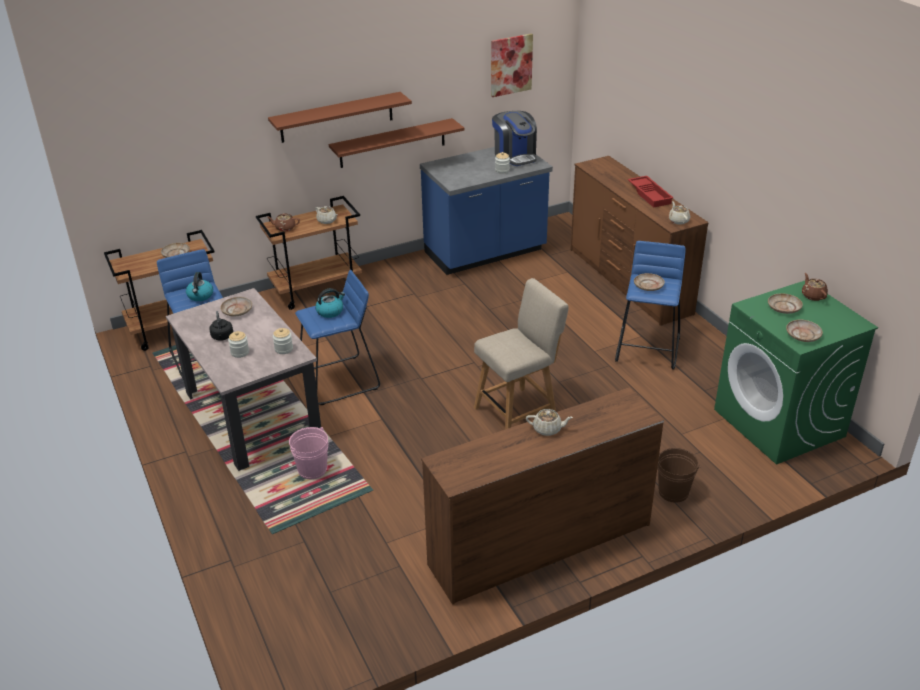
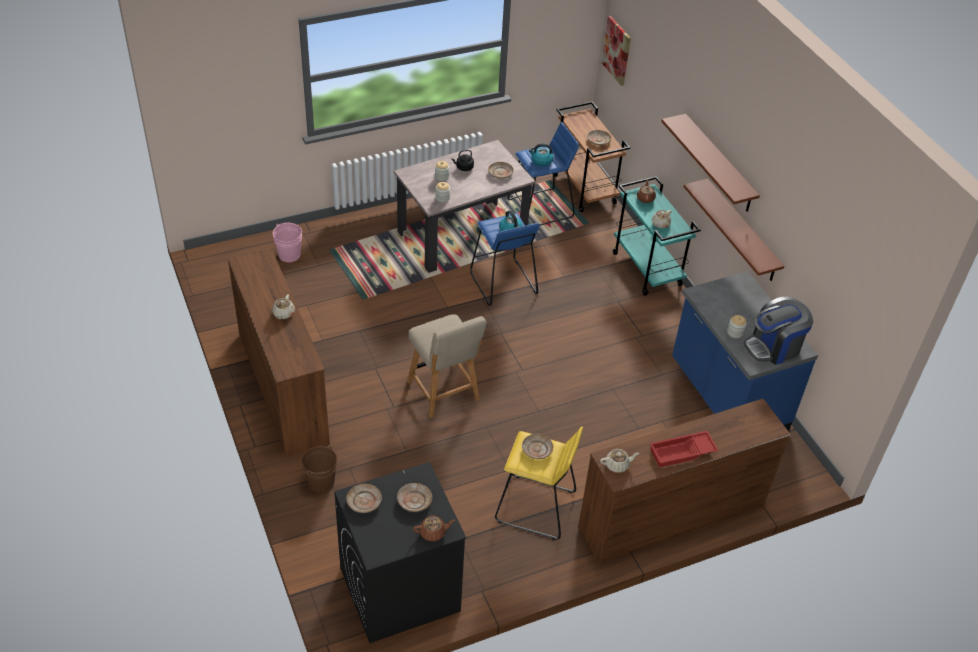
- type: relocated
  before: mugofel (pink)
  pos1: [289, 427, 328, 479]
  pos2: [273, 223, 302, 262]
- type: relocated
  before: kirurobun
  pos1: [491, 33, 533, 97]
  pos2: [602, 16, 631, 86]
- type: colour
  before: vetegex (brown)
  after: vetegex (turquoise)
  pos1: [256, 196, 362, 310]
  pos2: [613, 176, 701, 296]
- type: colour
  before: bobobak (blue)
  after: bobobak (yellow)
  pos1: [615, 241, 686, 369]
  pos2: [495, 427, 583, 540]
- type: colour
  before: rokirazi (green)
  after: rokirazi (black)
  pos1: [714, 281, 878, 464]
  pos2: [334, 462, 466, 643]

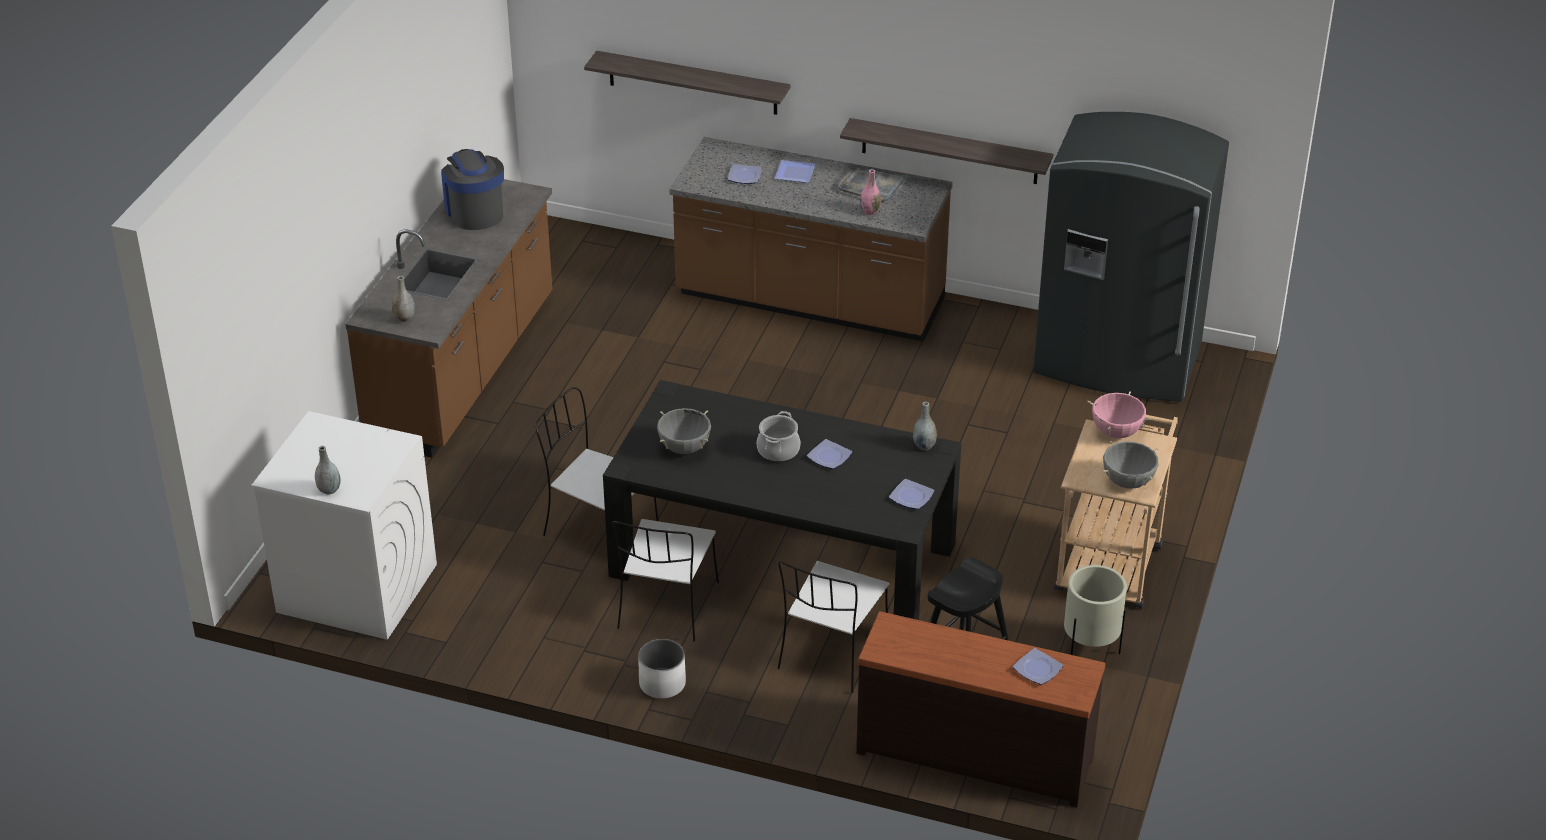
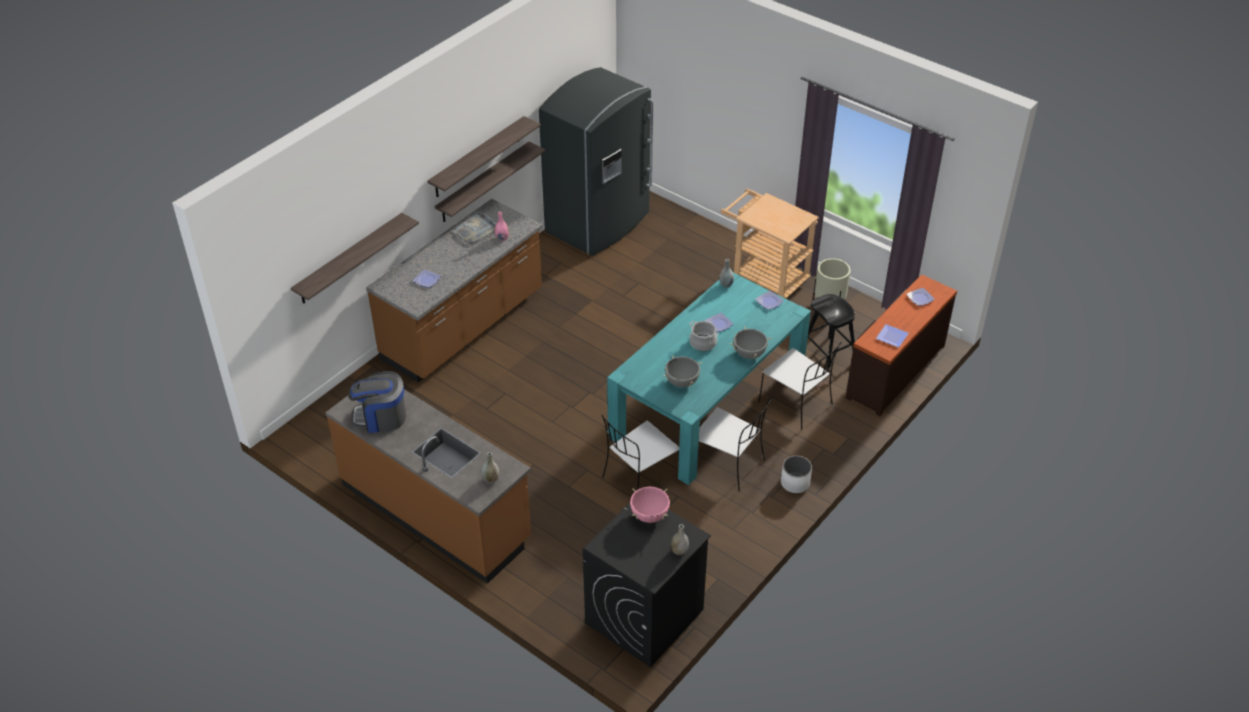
- type: appeared
  after: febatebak
  pos2: [427, 116, 541, 197]
- type: relocated
  before: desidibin
  pos1: [774, 160, 815, 183]
  pos2: [876, 324, 909, 348]
- type: relocated
  before: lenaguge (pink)
  pos1: [1087, 391, 1151, 438]
  pos2: [630, 487, 670, 523]
- type: relocated
  before: lenaguge (grey)
  pos1: [1103, 441, 1158, 489]
  pos2: [730, 327, 771, 359]
- type: colour
  before: rokirazi (white)
  after: rokirazi (black)
  pos1: [251, 411, 437, 640]
  pos2: [583, 503, 711, 667]
- type: colour
  before: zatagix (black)
  after: zatagix (turquoise)
  pos1: [603, 380, 961, 620]
  pos2: [607, 273, 811, 485]

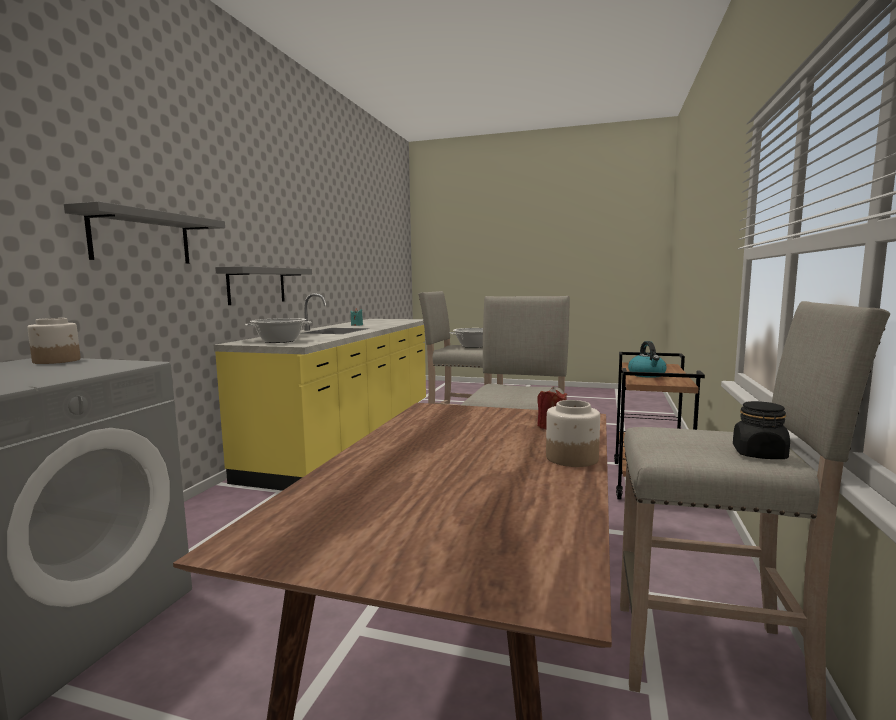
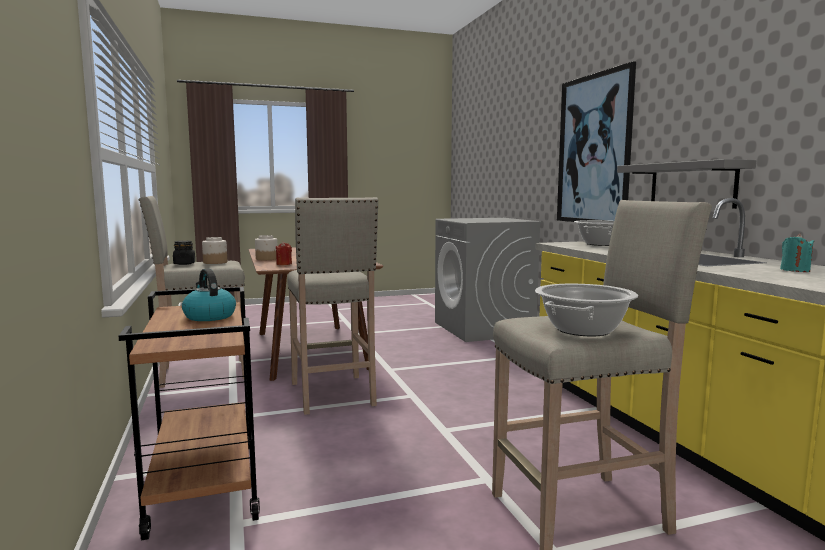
- type: relocated
  before: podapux
  pos1: [27, 318, 81, 364]
  pos2: [202, 237, 227, 264]
- type: exchanged
  before: febatebak (grey)
  after: kirurobun
  pos1: [64, 201, 225, 264]
  pos2: [557, 61, 636, 222]

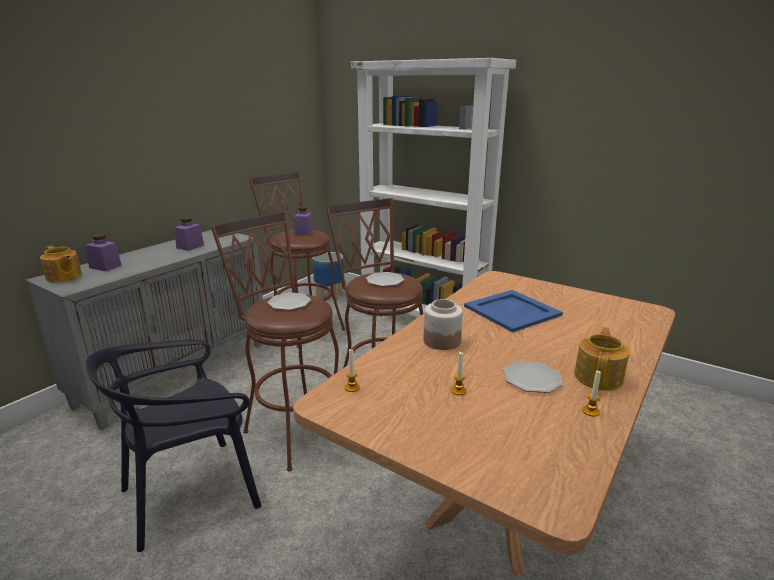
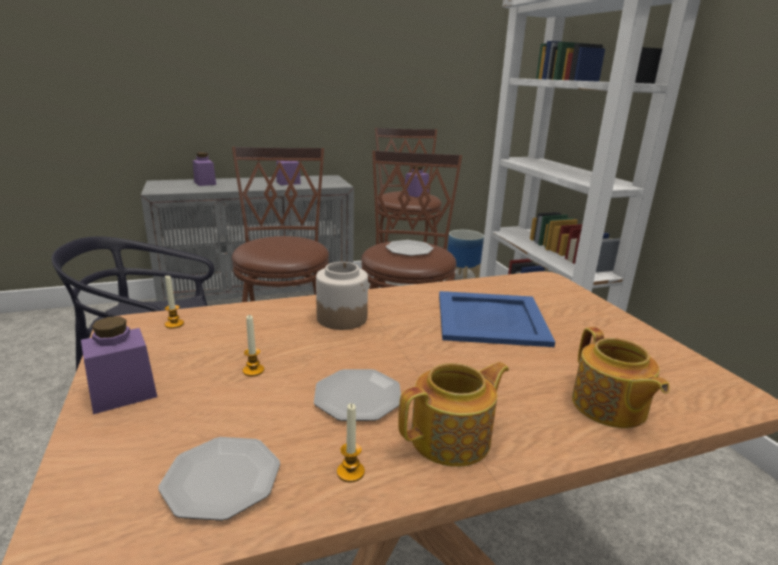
- type: appeared
  after: podapux (purple)
  pos2: [81, 316, 157, 414]
- type: relocated
  before: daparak
  pos1: [40, 245, 82, 283]
  pos2: [572, 327, 670, 428]
- type: relocated
  before: desidibin
  pos1: [267, 292, 311, 310]
  pos2: [158, 437, 280, 521]

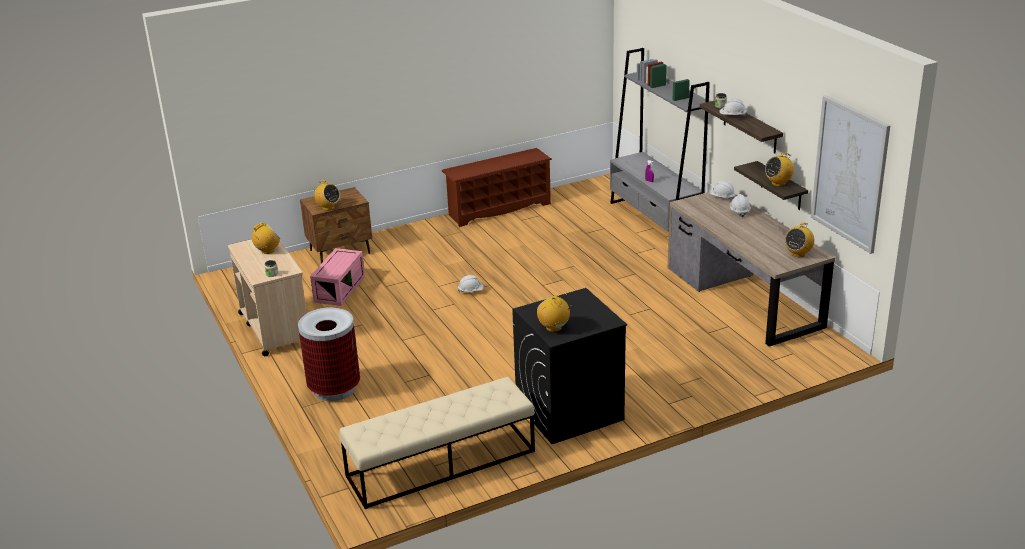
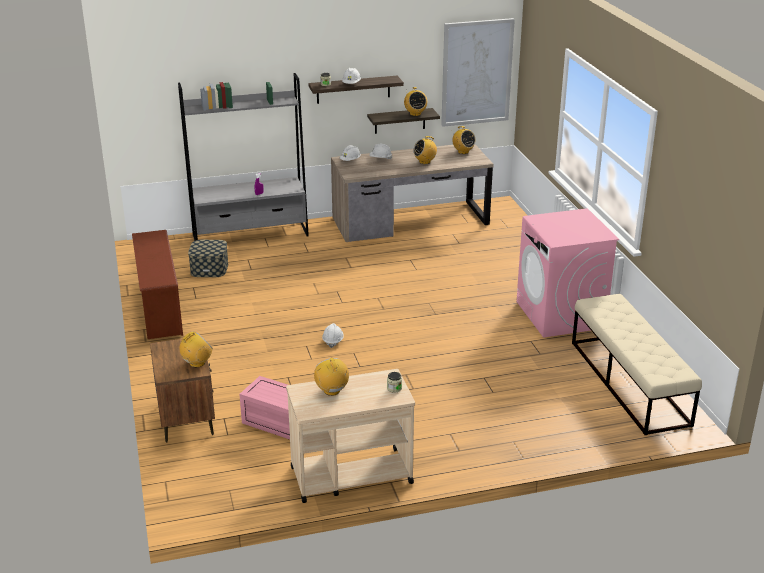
- type: missing
  before: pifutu
  pos1: [298, 307, 360, 401]
- type: appeared
  after: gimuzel
  pos2: [188, 240, 228, 277]
- type: relocated
  before: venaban
  pos1: [537, 295, 570, 332]
  pos2: [413, 136, 437, 164]
- type: colour
  before: rokirazi (black)
  after: rokirazi (pink)
  pos1: [512, 288, 627, 444]
  pos2: [516, 208, 619, 337]

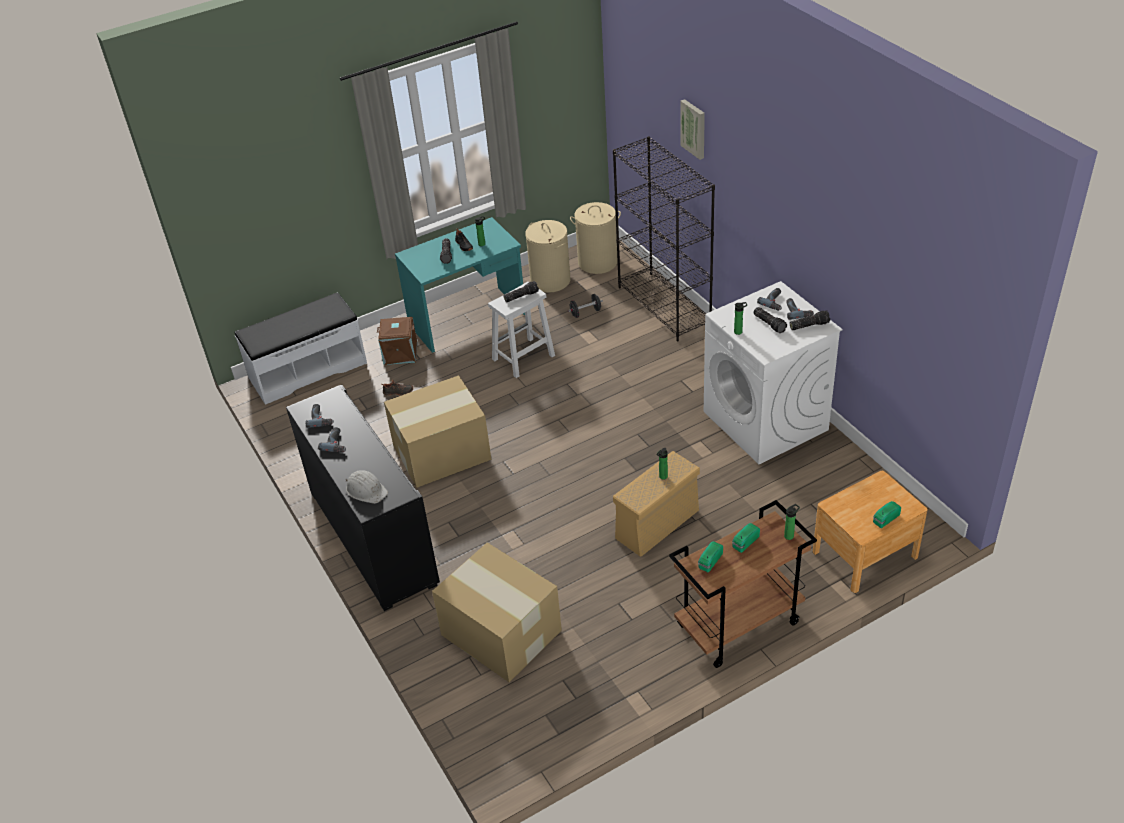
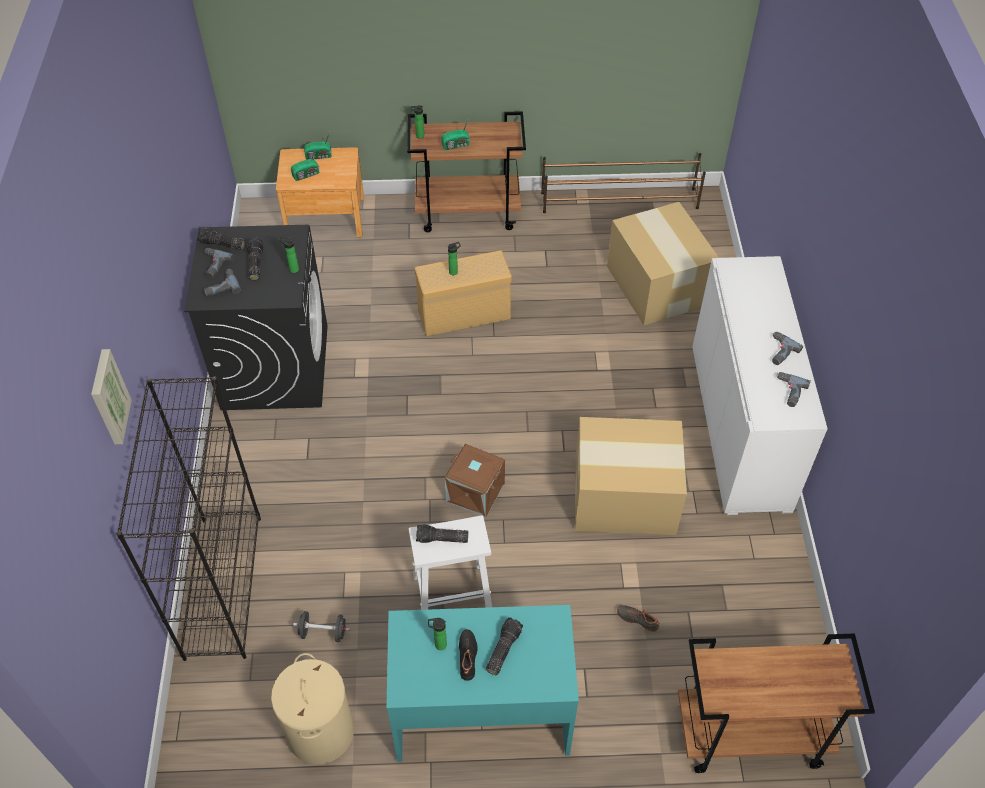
- type: missing
  before: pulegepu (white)
  pos1: [346, 470, 388, 504]
- type: missing
  before: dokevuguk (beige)
  pos1: [570, 202, 621, 274]
- type: appeared
  after: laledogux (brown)
  pos2: [541, 153, 706, 213]
- type: relocated
  before: gimuzel (brown)
  pos1: [377, 317, 417, 365]
  pos2: [445, 444, 505, 518]
- type: relocated
  before: venaban
  pos1: [698, 541, 723, 573]
  pos2: [291, 148, 319, 181]
- type: exchanged
  before: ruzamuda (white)
  after: vetegex (brown)
  pos1: [234, 292, 367, 405]
  pos2: [678, 633, 875, 773]
- type: colour
  before: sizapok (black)
  after: sizapok (white)
  pos1: [286, 385, 440, 611]
  pos2: [692, 256, 828, 515]
- type: colour
  before: rokirazi (white)
  after: rokirazi (black)
  pos1: [704, 281, 843, 464]
  pos2: [184, 225, 328, 410]

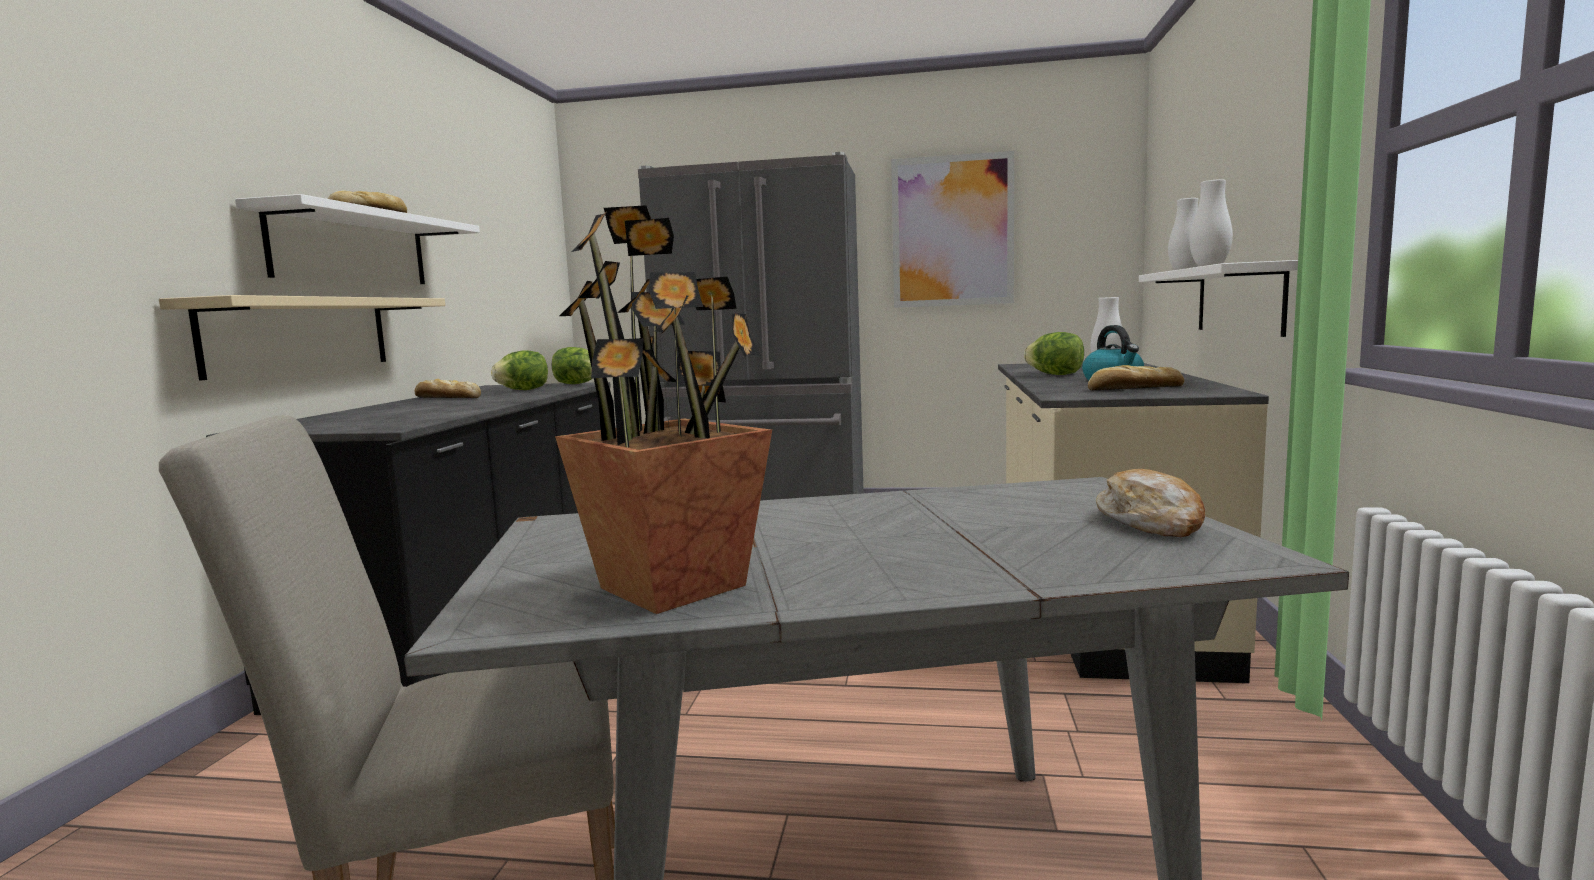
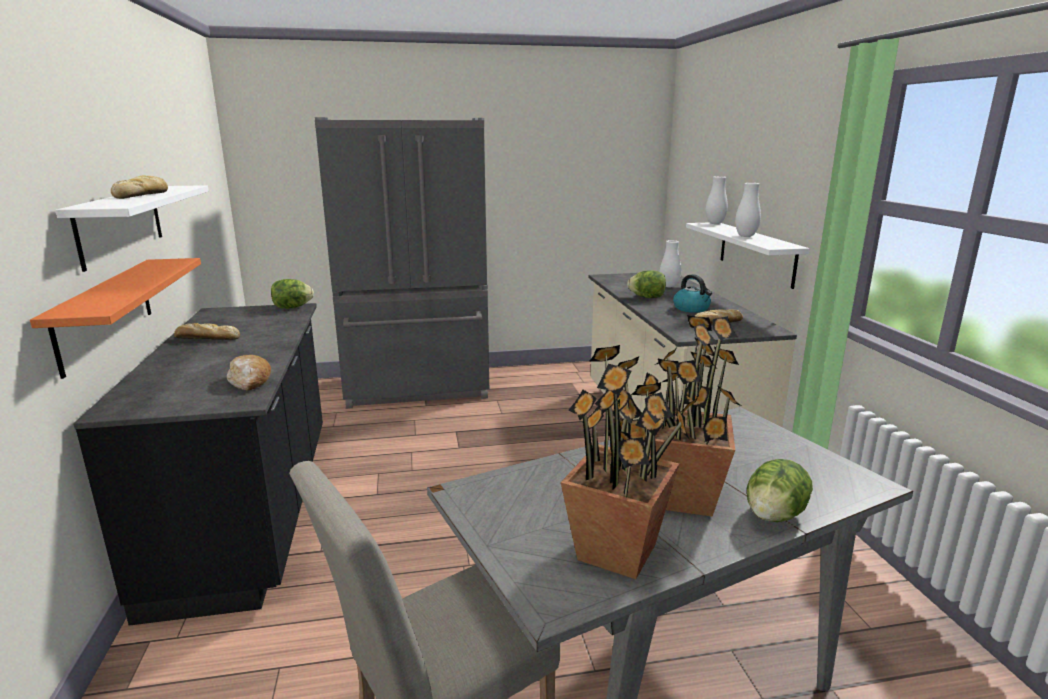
- type: missing
  before: kirurobun
  pos1: [891, 151, 1014, 308]
- type: appeared
  after: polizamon
  pos2: [643, 315, 741, 517]
- type: relocated
  before: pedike
  pos1: [491, 350, 548, 390]
  pos2: [747, 459, 813, 522]
- type: relocated
  before: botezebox
  pos1: [1096, 469, 1205, 537]
  pos2: [227, 355, 271, 391]
- type: colour
  before: febatebak (beige)
  after: febatebak (orange)
  pos1: [159, 295, 445, 381]
  pos2: [30, 258, 201, 379]

